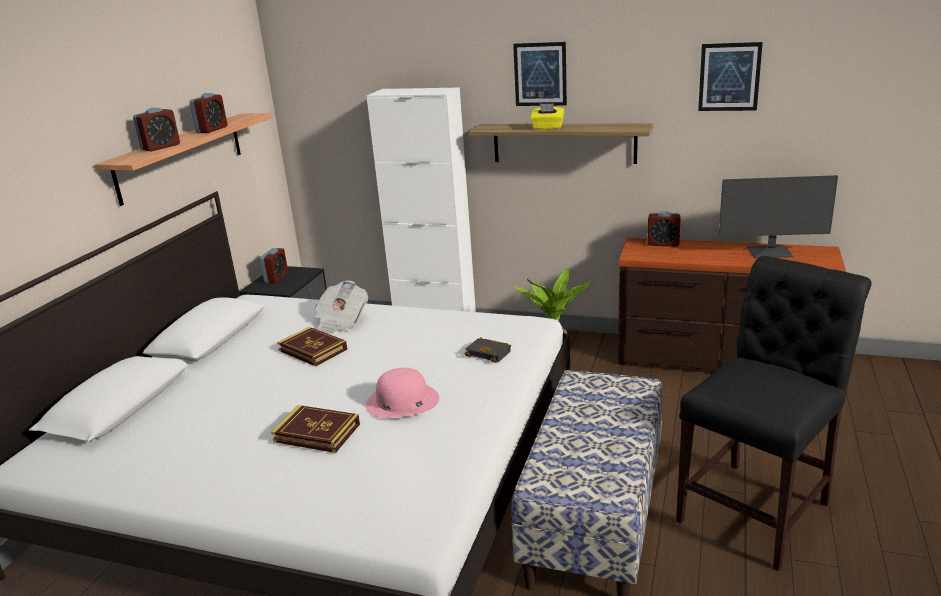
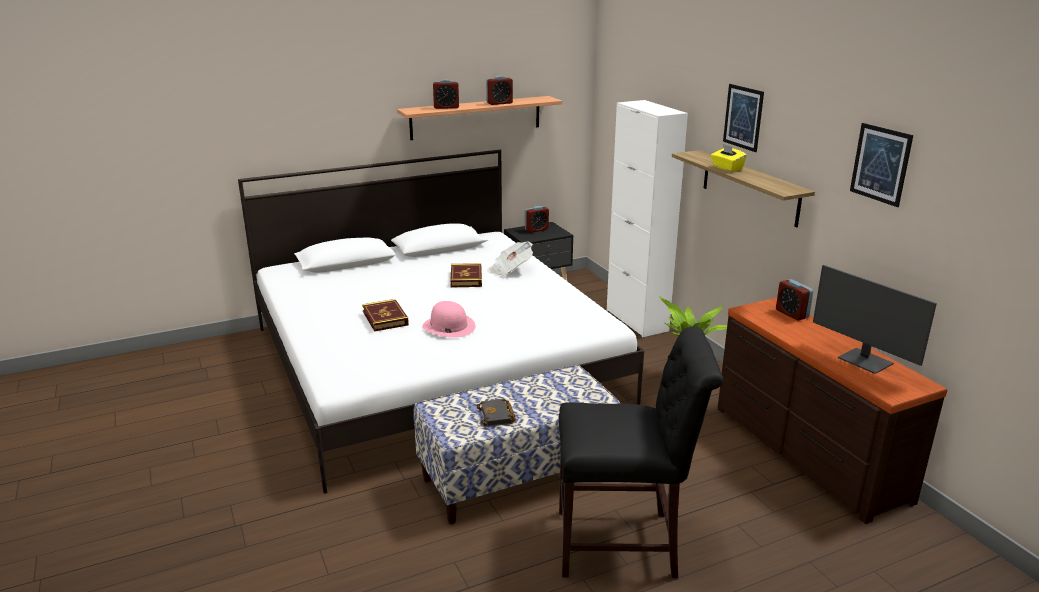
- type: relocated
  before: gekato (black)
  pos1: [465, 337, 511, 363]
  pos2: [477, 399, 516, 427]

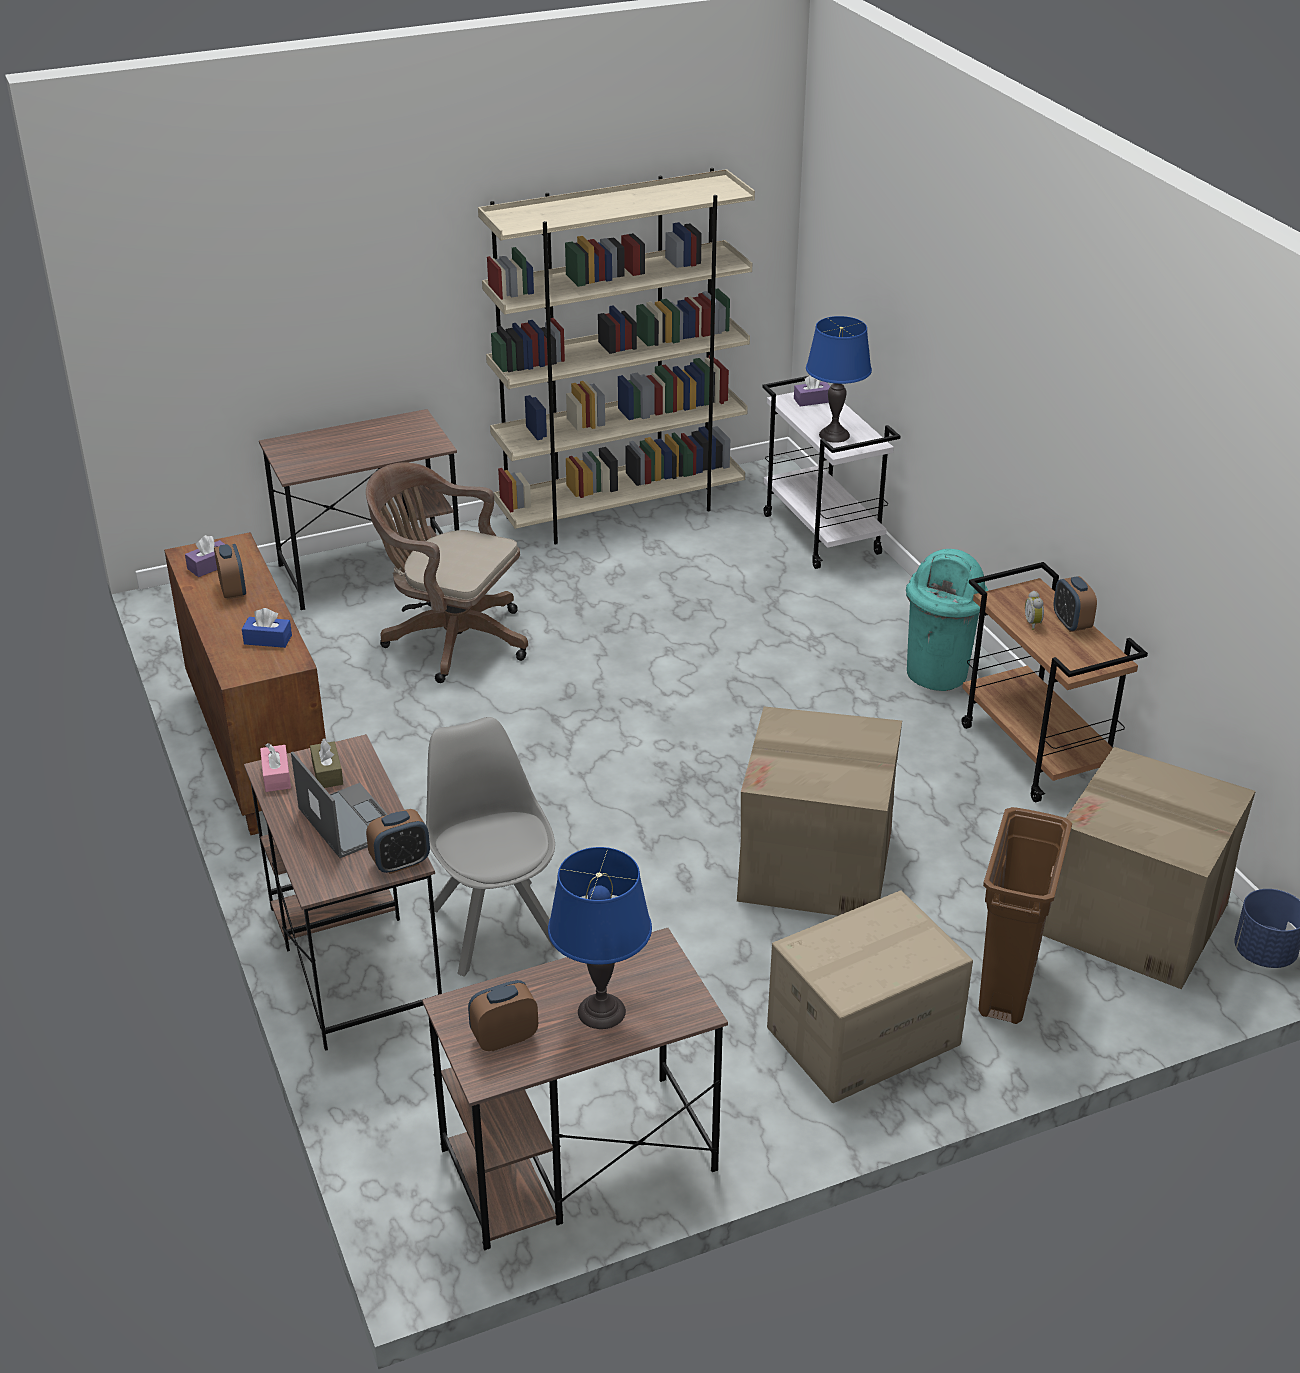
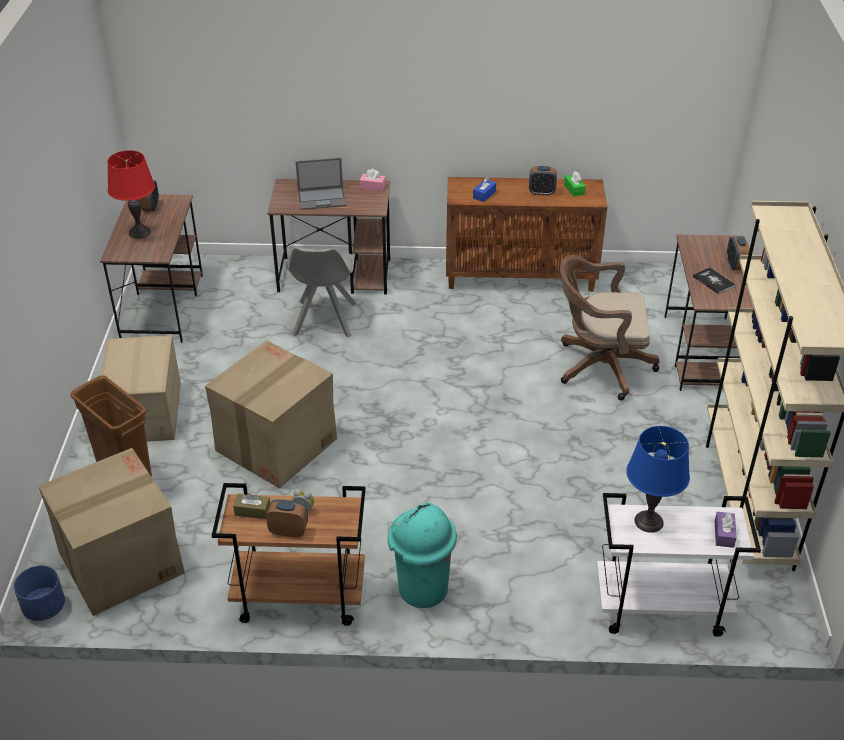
- type: appeared
  after: gekato
  pos2: [693, 267, 736, 294]
- type: relocated
  before: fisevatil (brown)
  pos1: [310, 738, 343, 788]
  pos2: [233, 493, 270, 519]
- type: relocated
  before: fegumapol
  pos1: [366, 809, 430, 874]
  pos2: [727, 236, 750, 270]
- type: colour
  before: fisevatil (purple)
  after: fisevatil (green)
  pos1: [185, 535, 225, 577]
  pos2: [564, 171, 586, 197]
- type: colour
  before: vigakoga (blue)
  after: vigakoga (red)
  pos1: [548, 847, 652, 1029]
  pos2: [107, 150, 155, 238]
- type: spun
  before: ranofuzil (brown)
  pos1: [366, 463, 528, 683]
  pos2: [560, 255, 659, 401]
  turn: -135
- type: spun
  before: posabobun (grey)
  pos1: [426, 717, 555, 977]
  pos2: [288, 247, 357, 338]
  turn: 90

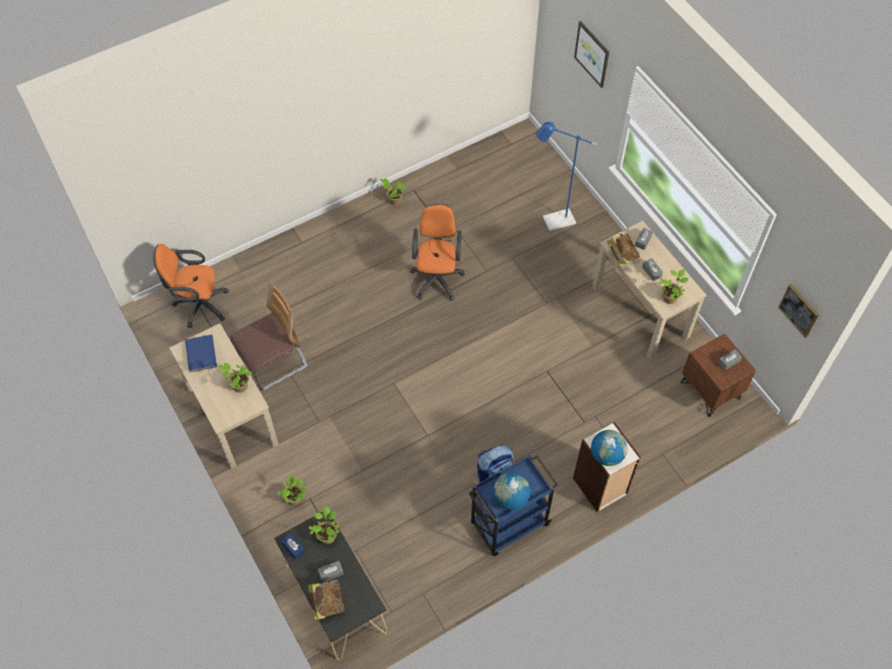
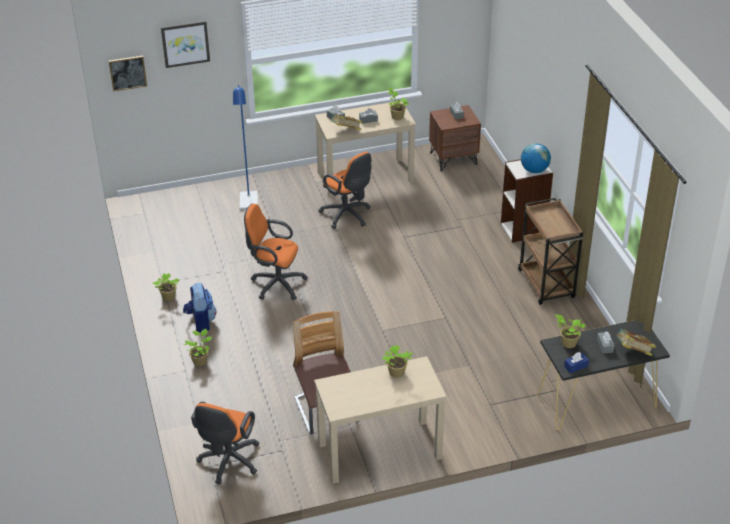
- type: missing
  before: gekato (blue)
  pos1: [185, 335, 217, 372]
- type: missing
  before: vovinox
  pos1: [493, 473, 530, 510]
- type: appeared
  after: ranofuzil (orange)
  pos2: [318, 152, 372, 229]
- type: relocated
  before: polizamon
  pos1: [277, 476, 307, 505]
  pos2: [184, 329, 212, 366]
- type: relocated
  before: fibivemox
  pos1: [477, 445, 513, 482]
  pos2: [183, 283, 216, 332]
- type: relocated
  before: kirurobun
  pos1: [778, 284, 819, 338]
  pos2: [109, 56, 147, 92]
- type: colour
  before: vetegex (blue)
  after: vetegex (brown)
  pos1: [469, 455, 558, 556]
  pos2: [518, 198, 583, 305]

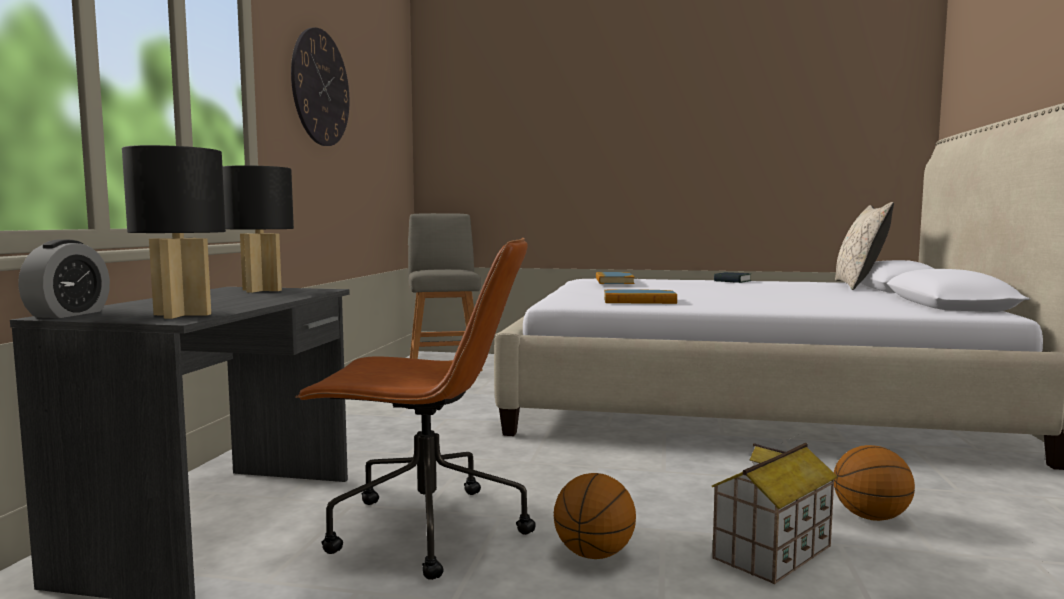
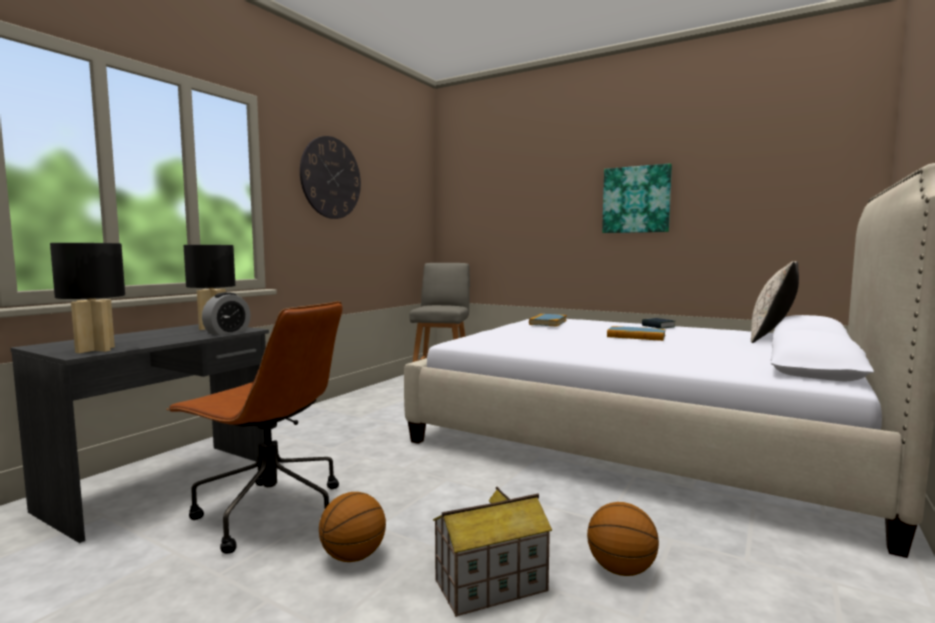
- type: appeared
  after: kirurobun
  pos2: [602, 163, 672, 233]
- type: relocated
  before: fegumapol
  pos1: [18, 239, 110, 318]
  pos2: [202, 292, 251, 335]
- type: relocated
  before: gekato
  pos1: [604, 289, 677, 304]
  pos2: [607, 326, 666, 341]

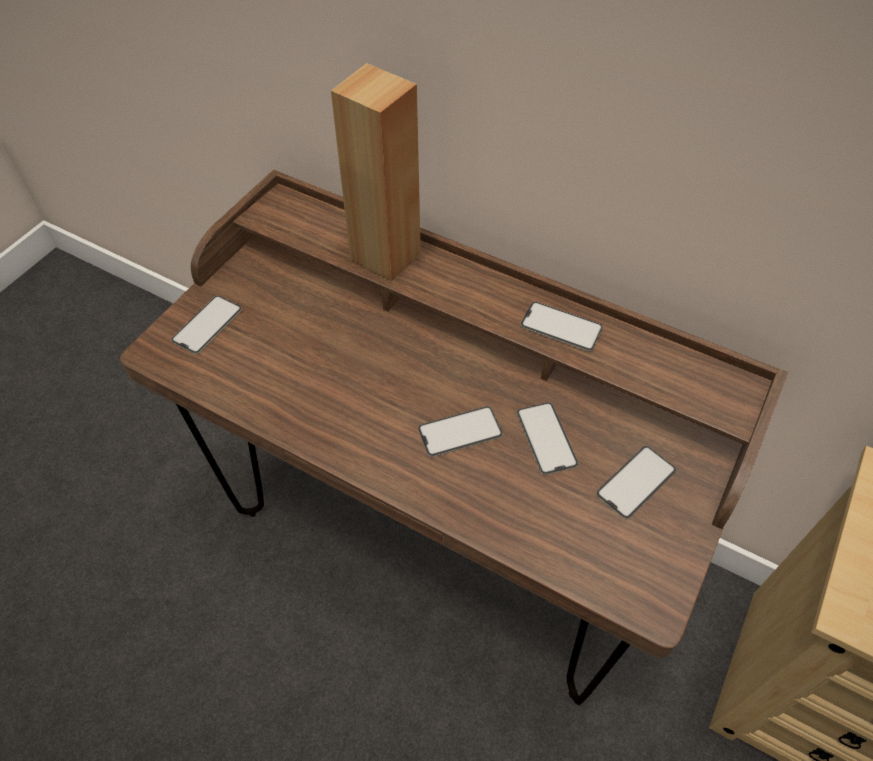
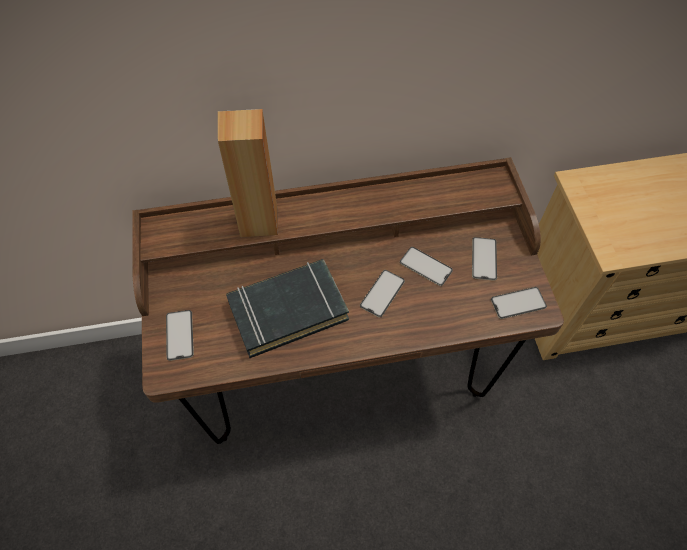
- type: appeared
  after: gekato (black)
  pos2: [226, 259, 349, 358]
- type: relocated
  before: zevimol
  pos1: [521, 302, 603, 351]
  pos2: [491, 287, 547, 319]

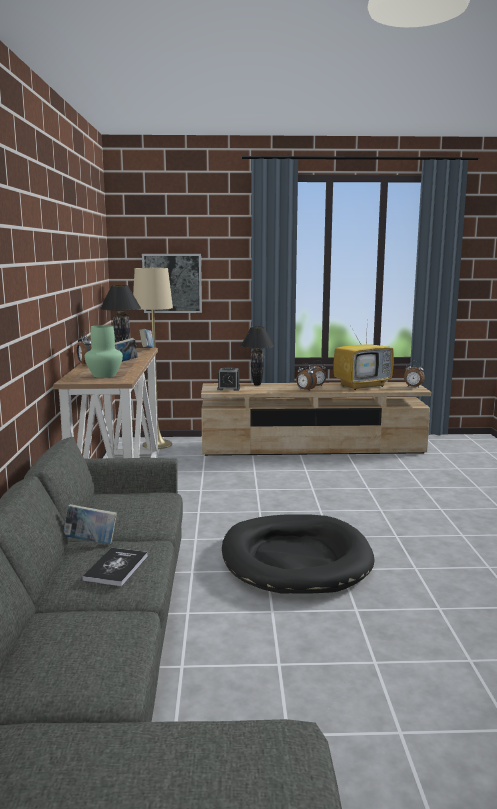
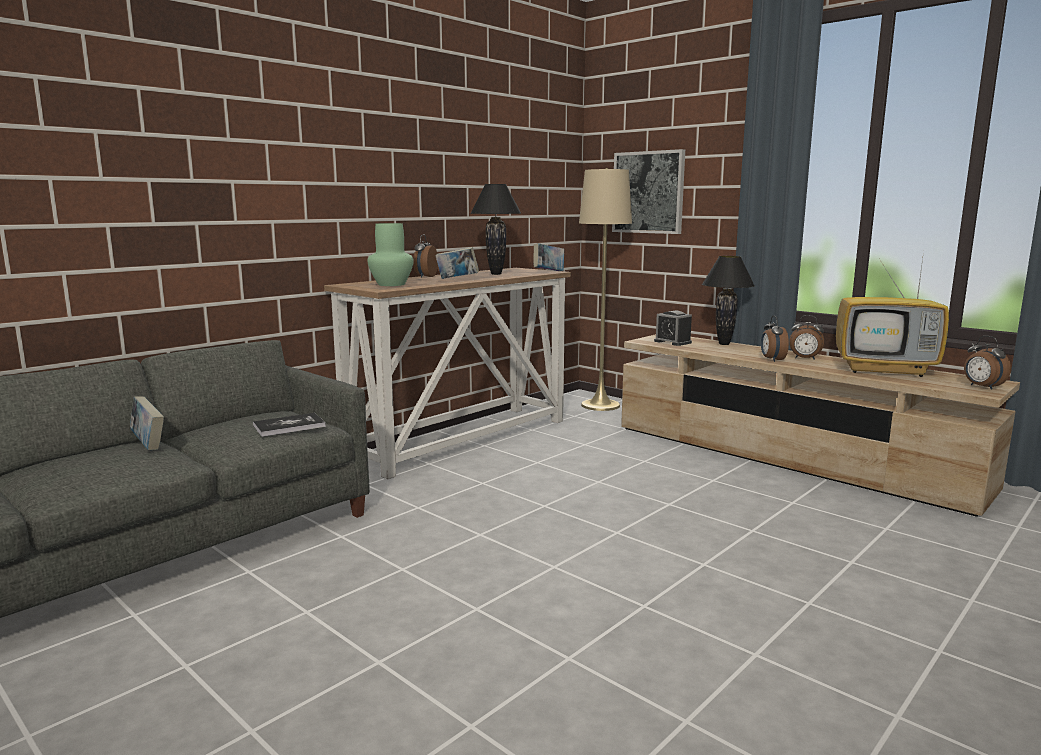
- type: missing
  before: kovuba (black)
  pos1: [222, 514, 375, 594]
- type: relocated
  before: gekato
  pos1: [82, 548, 148, 586]
  pos2: [253, 413, 326, 437]

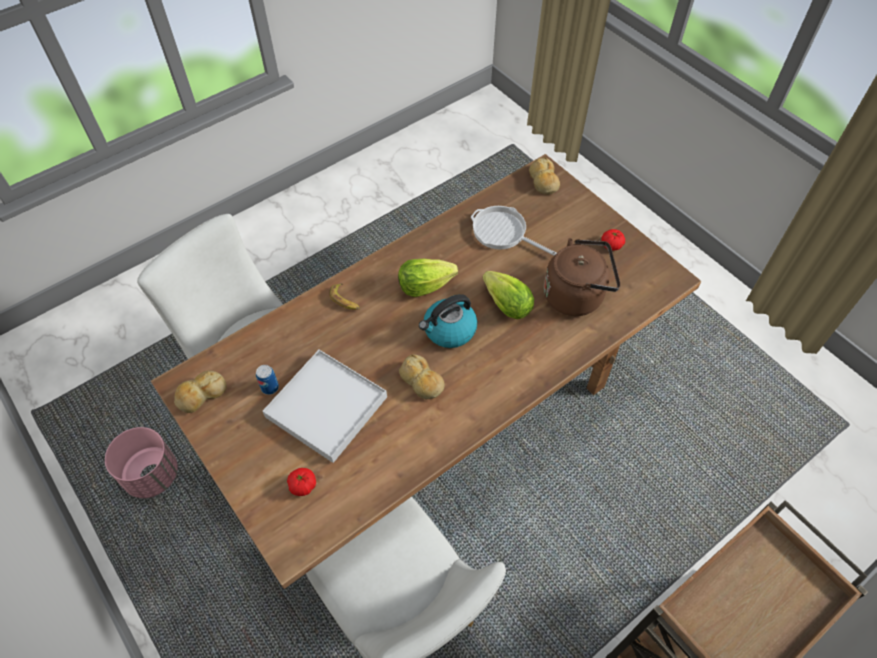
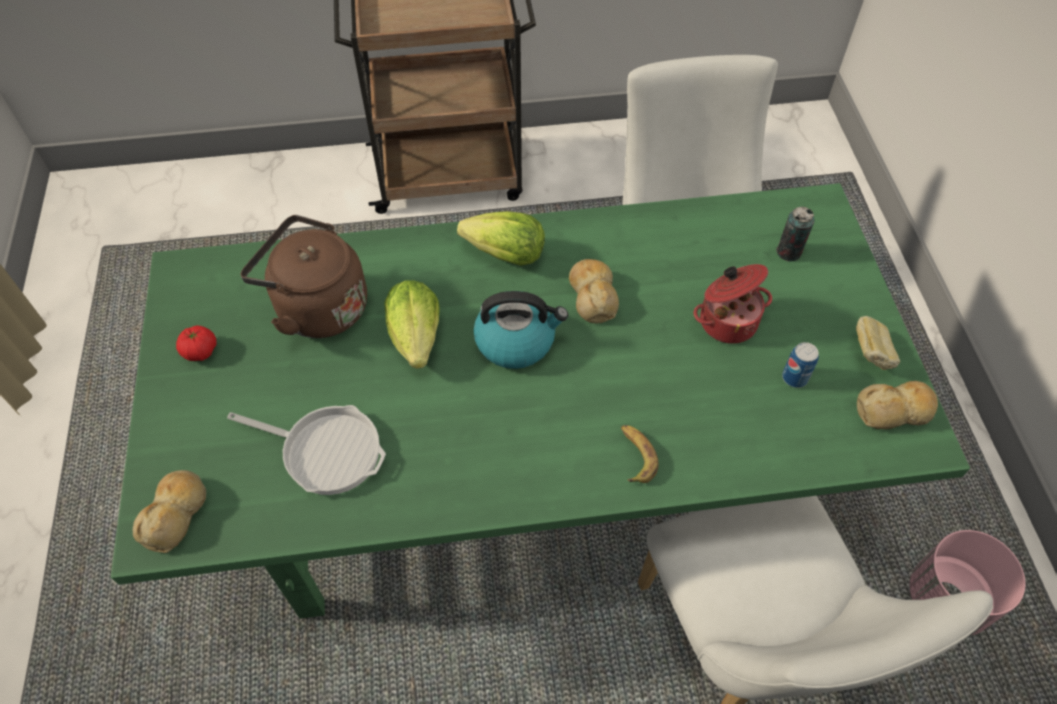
- type: appeared
  after: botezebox
  pos2: [856, 316, 900, 370]
- type: relocated
  before: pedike
  pos1: [398, 259, 458, 297]
  pos2: [457, 211, 545, 266]
- type: exchanged
  before: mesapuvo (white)
  after: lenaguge
  pos1: [263, 350, 387, 463]
  pos2: [693, 264, 772, 344]
- type: exchanged
  before: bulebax
  after: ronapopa
  pos1: [287, 468, 316, 496]
  pos2: [776, 207, 814, 262]
- type: colour
  before: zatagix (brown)
  after: zatagix (green)
  pos1: [151, 154, 701, 589]
  pos2: [111, 183, 970, 619]
- type: spun
  before: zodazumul
  pos1: [471, 206, 557, 256]
  pos2: [227, 405, 386, 495]
  turn: -45

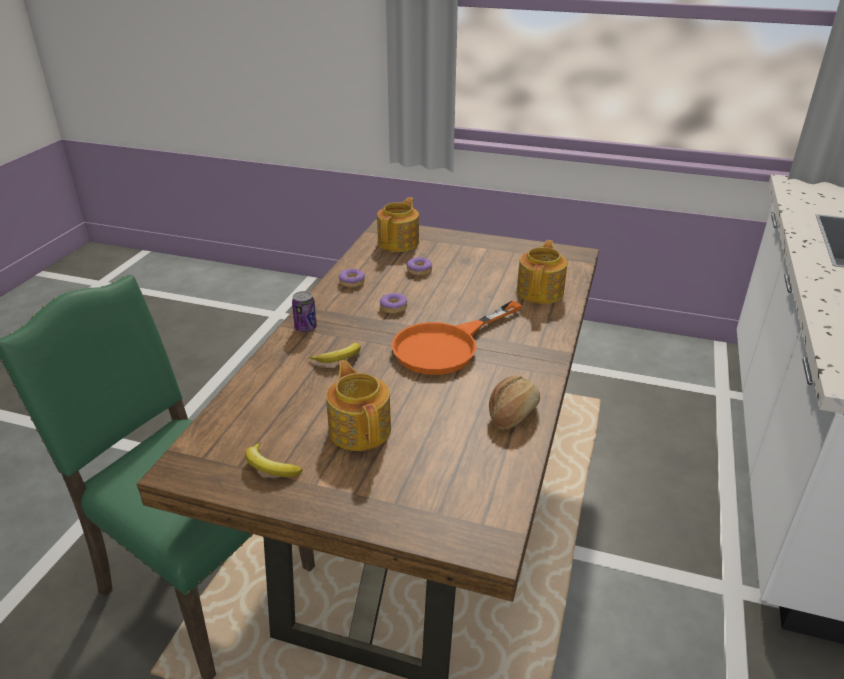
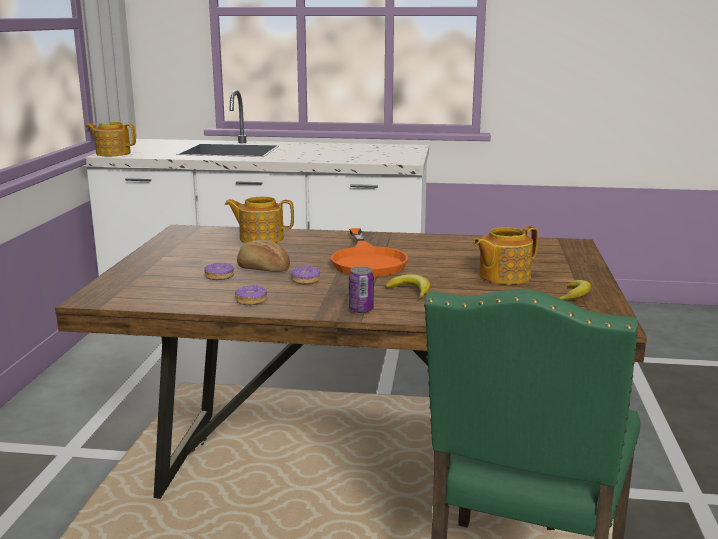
- type: relocated
  before: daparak
  pos1: [377, 197, 419, 252]
  pos2: [85, 122, 136, 156]
- type: relocated
  before: botezebox
  pos1: [489, 376, 540, 430]
  pos2: [237, 240, 290, 272]
- type: spun
  before: zodazumul (orange)
  pos1: [392, 301, 522, 375]
  pos2: [331, 228, 408, 277]
  turn: 45

